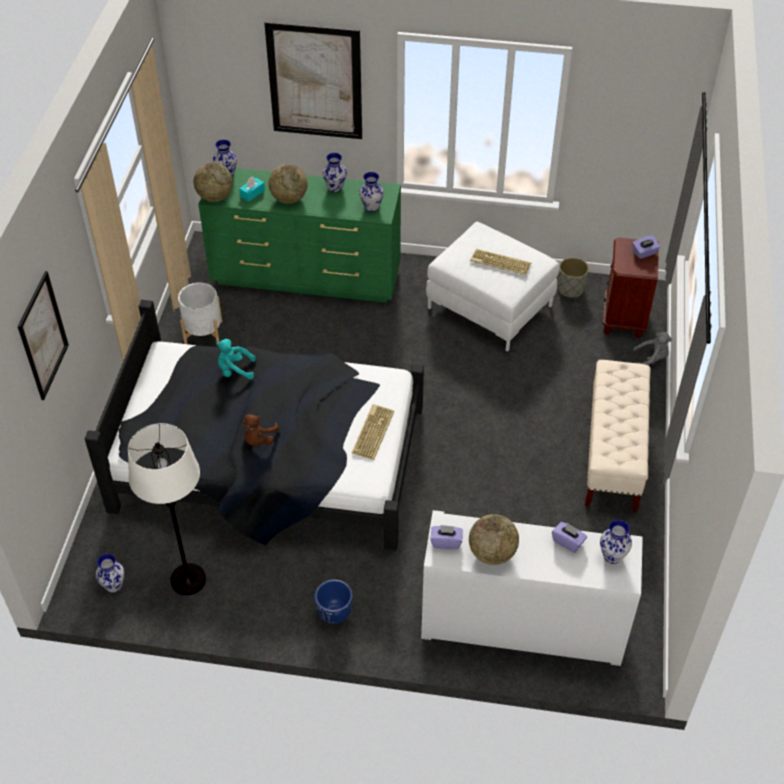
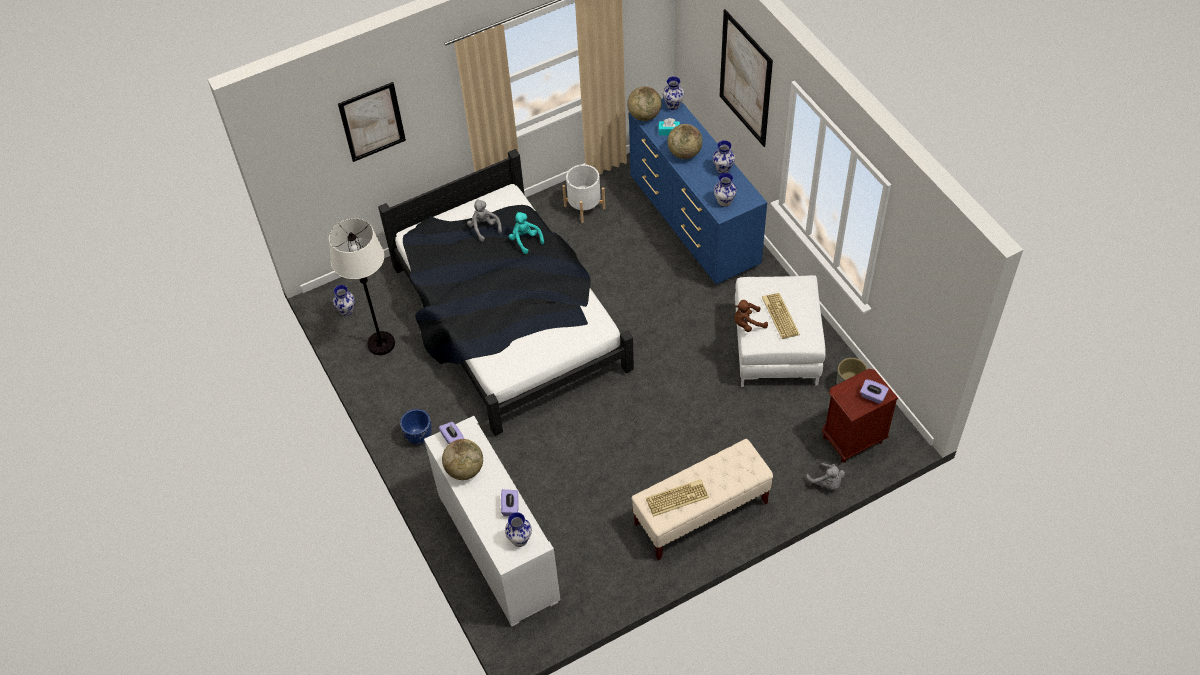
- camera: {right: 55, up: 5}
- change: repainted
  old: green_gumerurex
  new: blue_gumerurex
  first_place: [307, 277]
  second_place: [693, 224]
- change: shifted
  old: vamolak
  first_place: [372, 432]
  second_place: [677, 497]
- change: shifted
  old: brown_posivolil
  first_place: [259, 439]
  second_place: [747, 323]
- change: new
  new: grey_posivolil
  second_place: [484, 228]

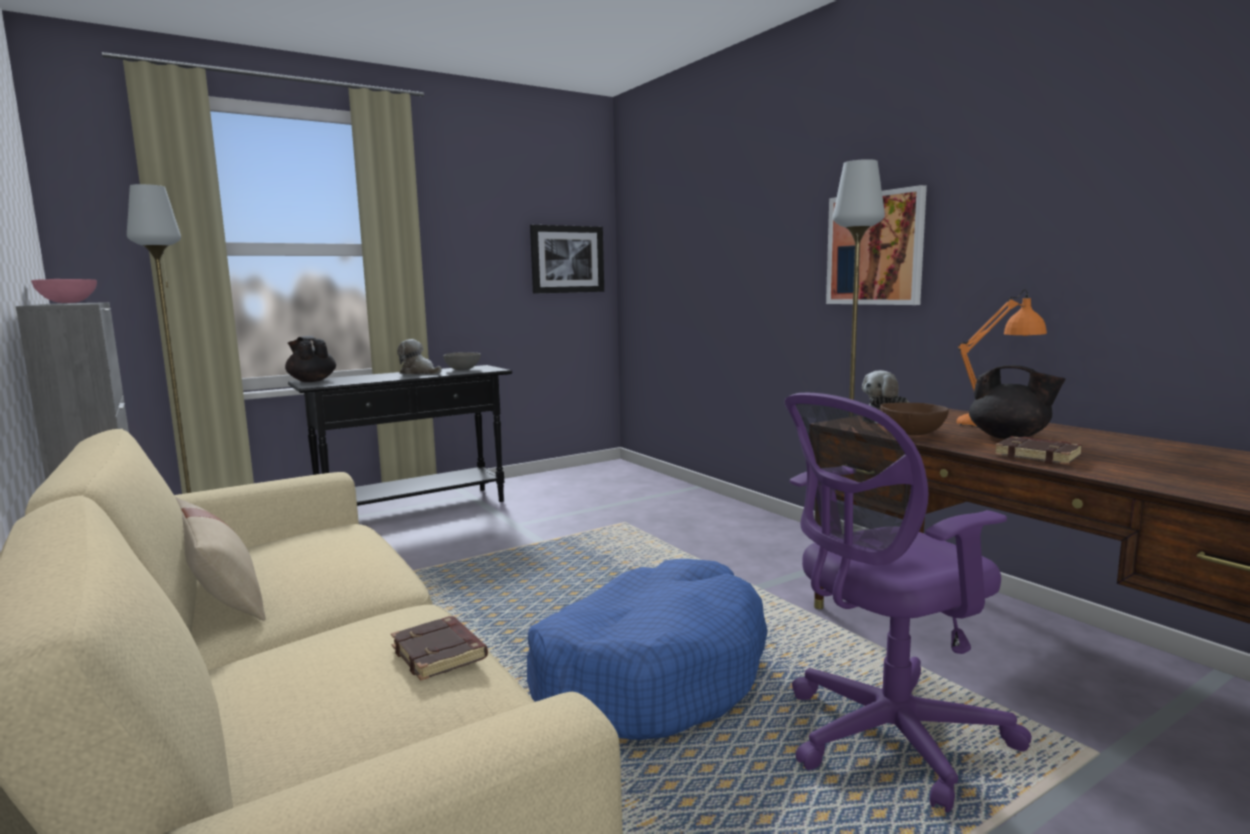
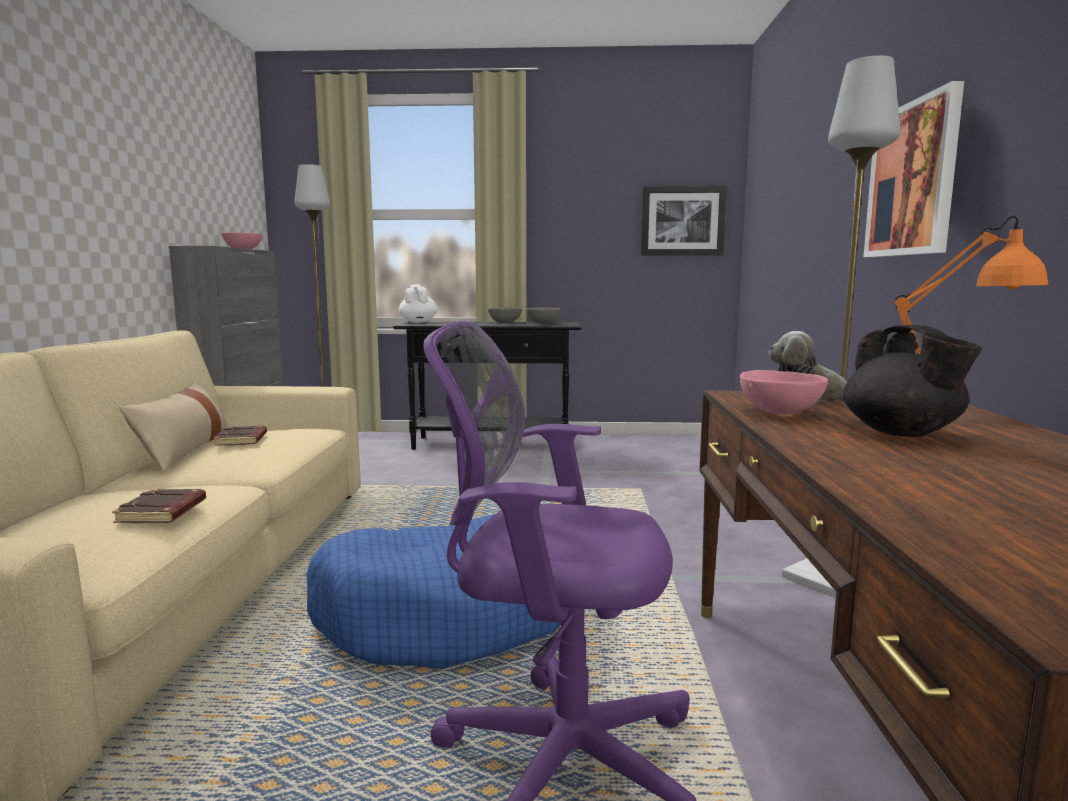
- camera: {right: 35, up: 0}
- change: repainted
  old: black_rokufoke
  new: white_rokufoke
  first_place: [312, 381]
  second_place: [418, 322]
- change: swapped
  old: posivolil
  new: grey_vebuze
  first_place: [419, 373]
  second_place: [504, 323]
- change: repainted
  old: brown_vebuze
  new: pink_vebuze
  first_place: [913, 434]
  second_place: [780, 412]
- change: shifted
  old: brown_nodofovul
  first_place: [1039, 456]
  second_place: [242, 440]

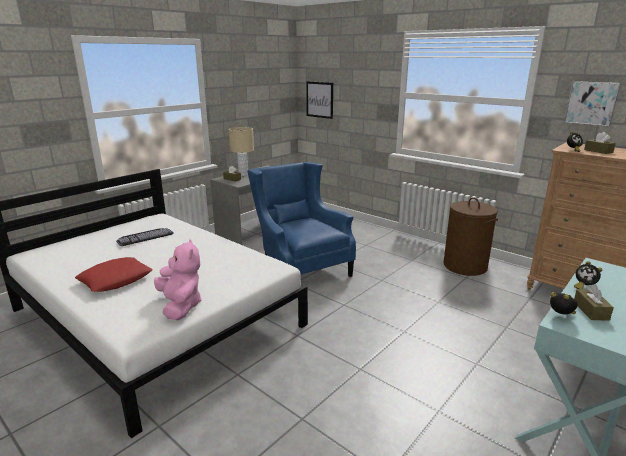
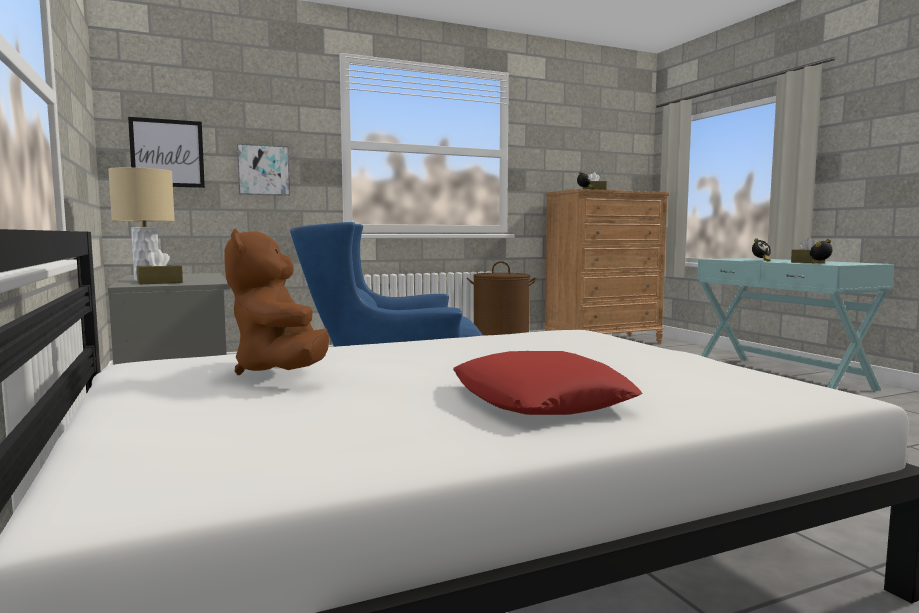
- camera: {right: -65, up: -15}
- change: shifted
  old: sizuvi
  first_place: [591, 103]
  second_place: [263, 170]
- change: swapped
  old: vamolak
  new: brown_posivolil
  first_place: [145, 236]
  second_place: [282, 372]
- change: gone
  old: pink_posivolil
  first_place: [180, 306]

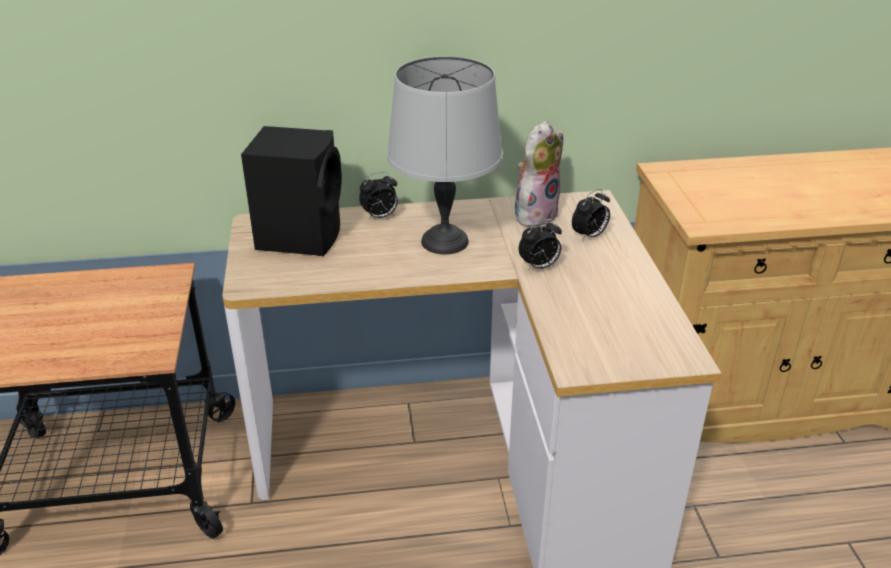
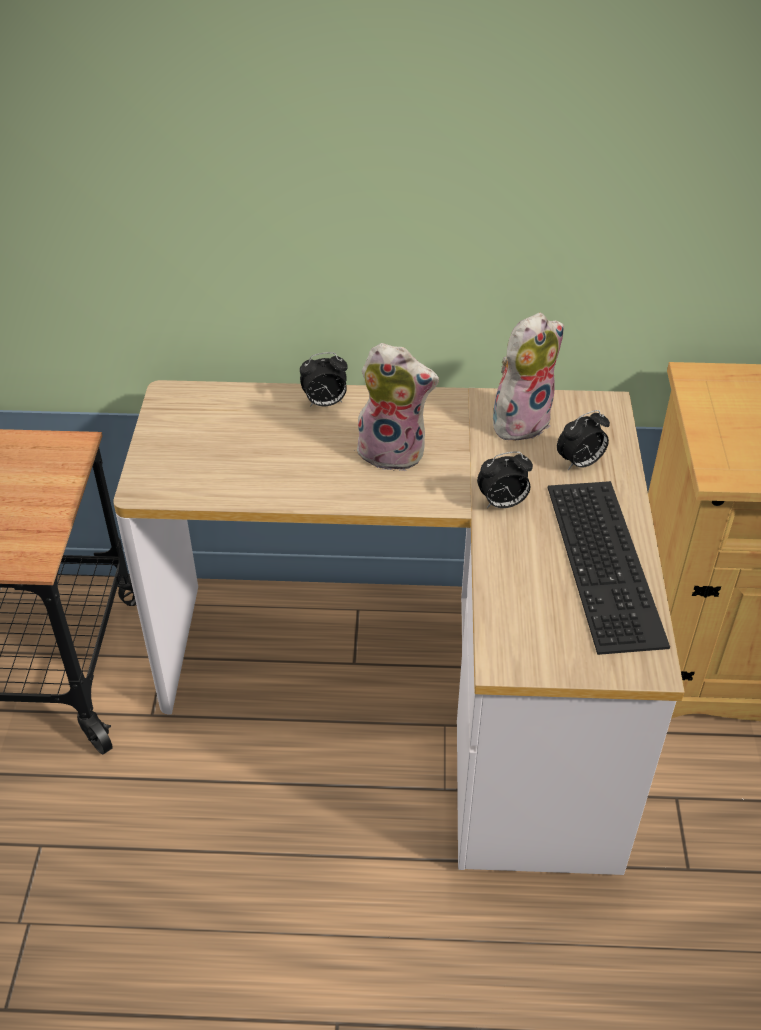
- camera: {right: 10, up: 10}
- change: swapped
  old: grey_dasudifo
  new: posivolil
  first_place: [444, 242]
  second_place: [394, 451]
- change: gone
  old: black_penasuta
  first_place: [301, 235]
- change: new
  new: vamolak
  second_place: [609, 564]

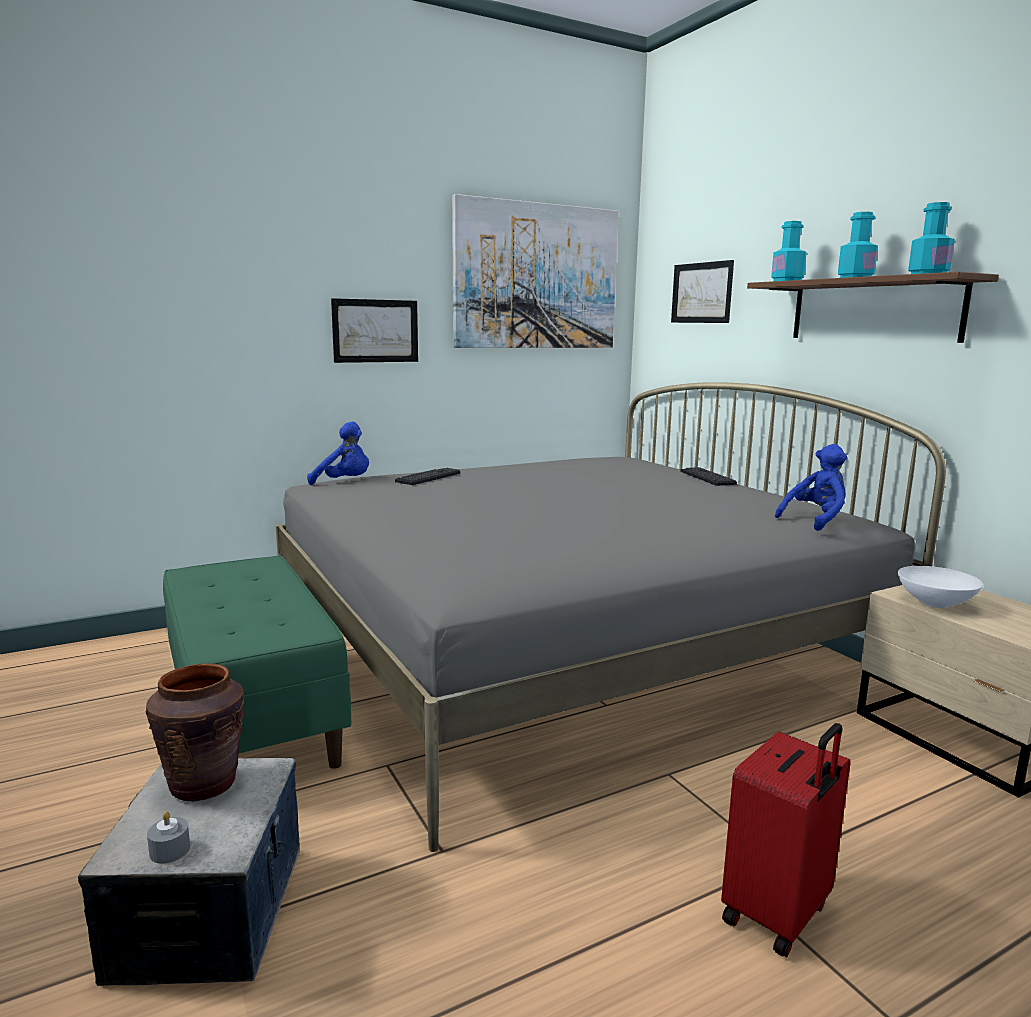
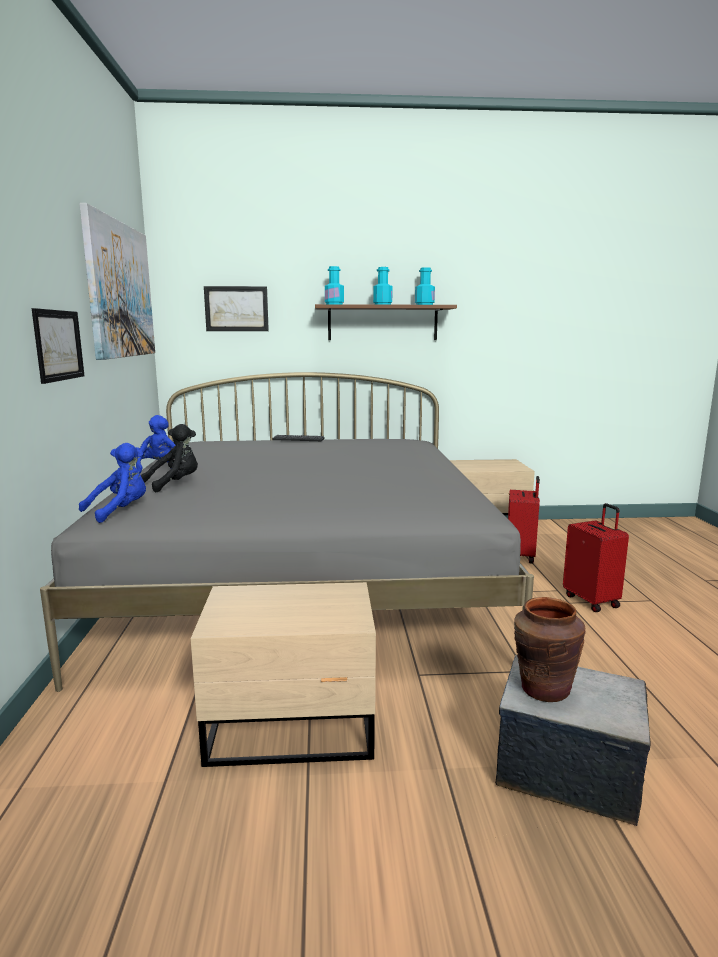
- camera: {right: -65, up: 0}
- change: shifted
  old: blue_posivolil
  first_place: [815, 520]
  second_place: [159, 469]
- change: swapped
  old: vamolak
  new: black_posivolil
  first_place: [428, 477]
  second_place: [175, 484]
- change: swapped
  old: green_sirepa
  new: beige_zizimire
  first_place: [254, 716]
  second_place: [293, 729]
- change: gone
  old: white_vebuze
  first_place: [934, 604]
- change: gone
  old: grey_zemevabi
  first_place: [170, 850]
- change: new
  new: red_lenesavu
  second_place: [521, 556]

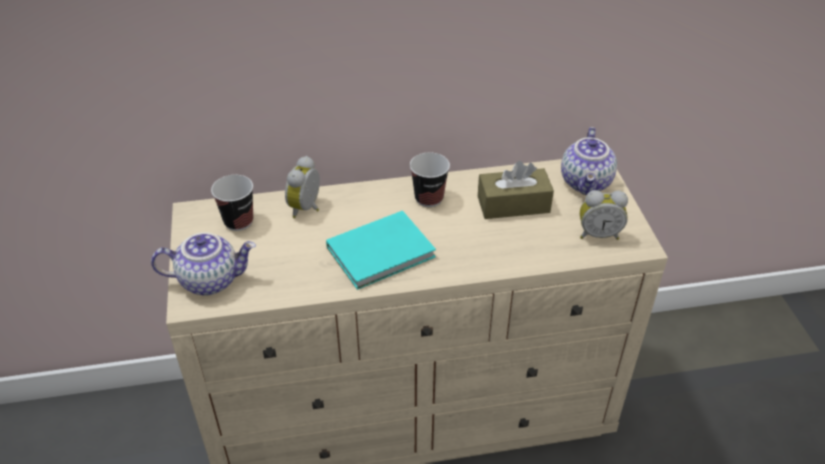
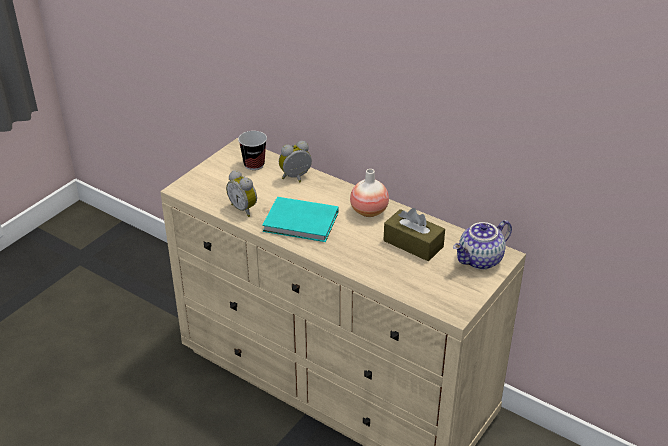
- camera: {right: 45, up: -5}
- change: swapped
  old: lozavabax
  new: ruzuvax
  first_place: [429, 198]
  second_place: [369, 211]
- change: shifted
  old: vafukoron
  first_place: [598, 234]
  second_place: [244, 208]
- change: gone
  old: rokufoke
  first_place: [210, 279]

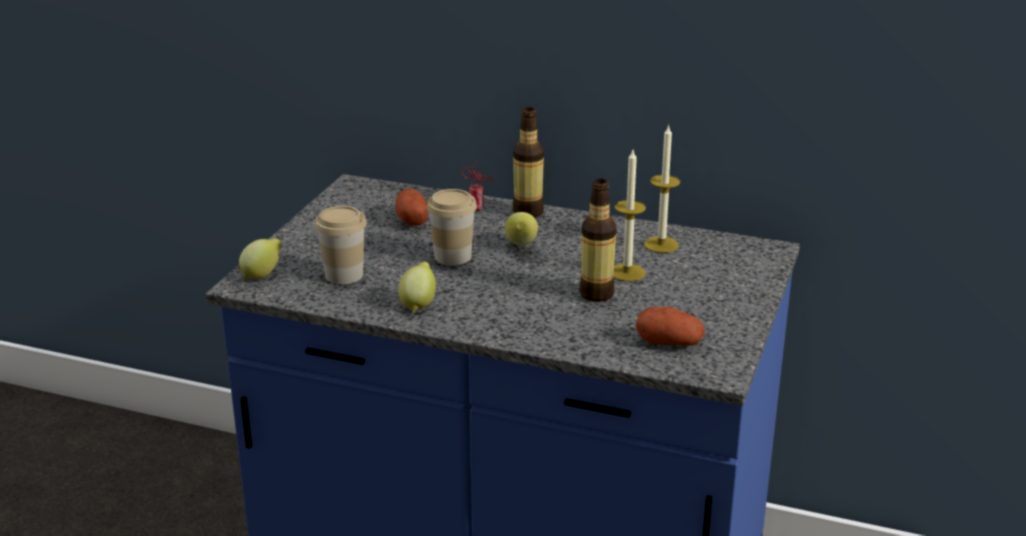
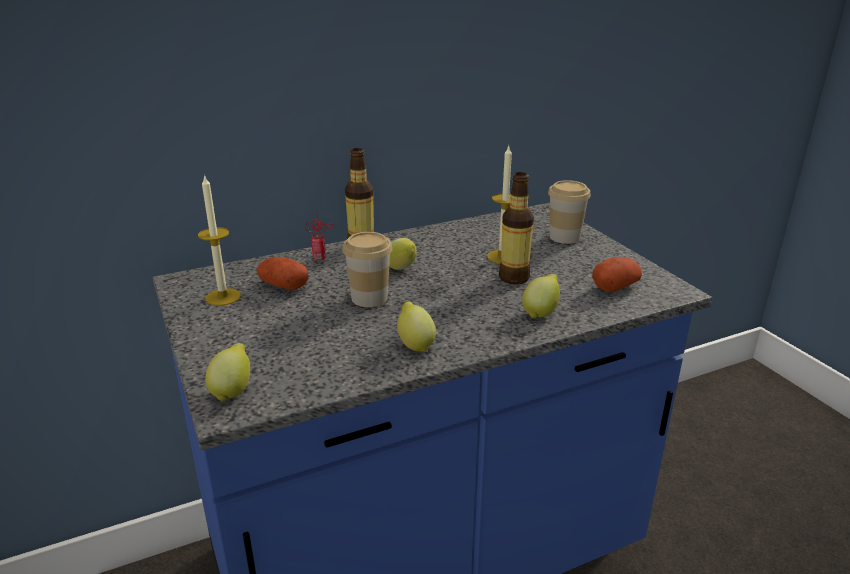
- camera: {right: -45, up: 0}
- change: shifted
  old: zemevabi
  first_place: [661, 245]
  second_place: [223, 297]
- change: shifted
  old: lozavabax
  first_place: [344, 275]
  second_place: [564, 237]
- change: new
  new: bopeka
  second_place: [541, 312]

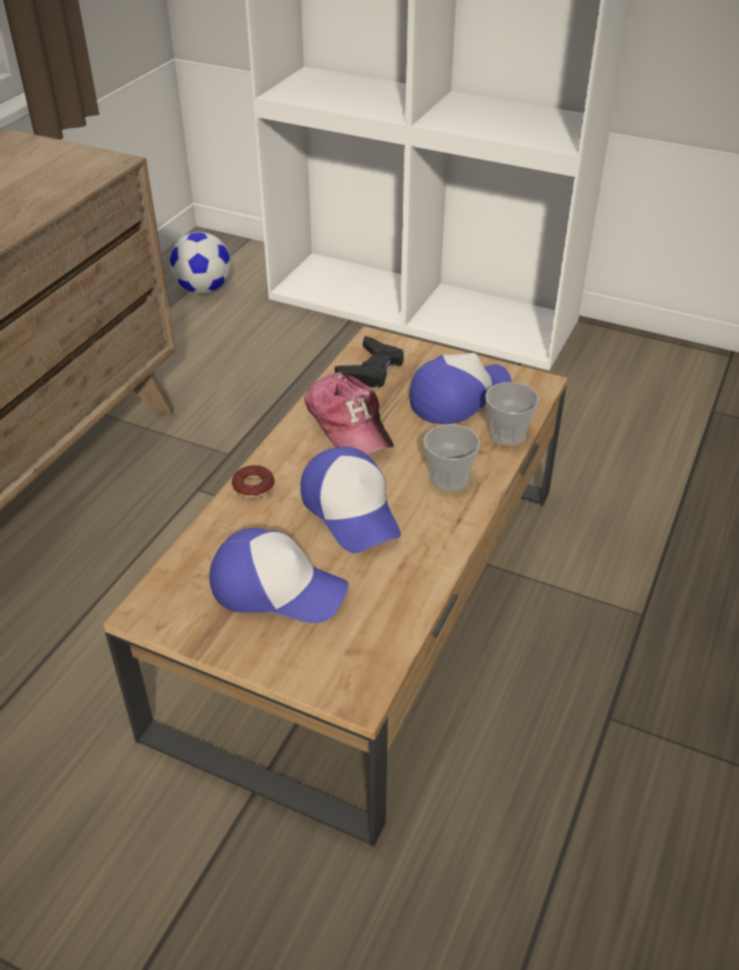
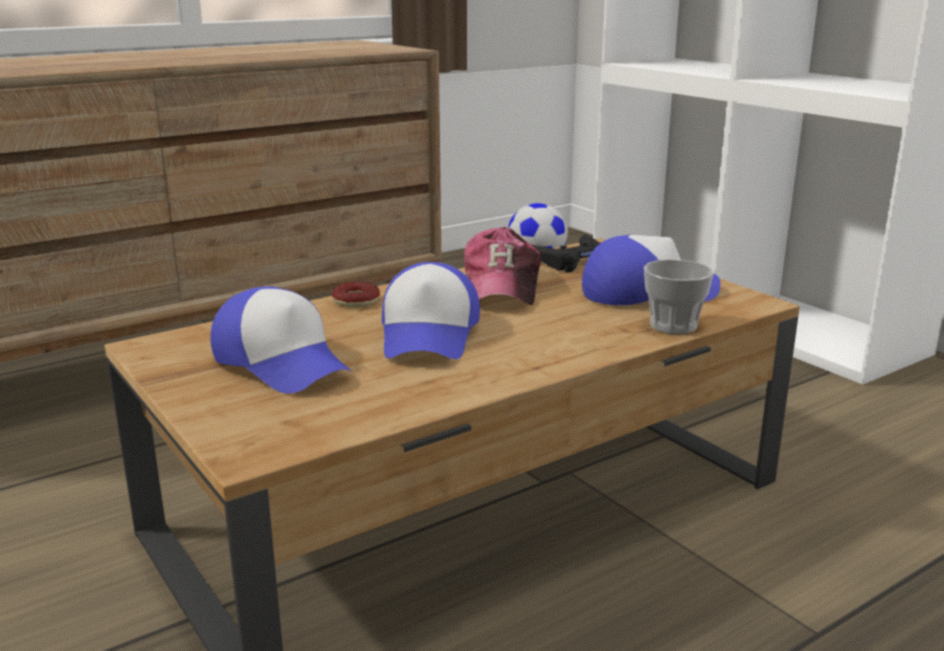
- camera: {right: 30, up: -20}
- change: gone
  old: lozavabax
  first_place: [449, 479]

